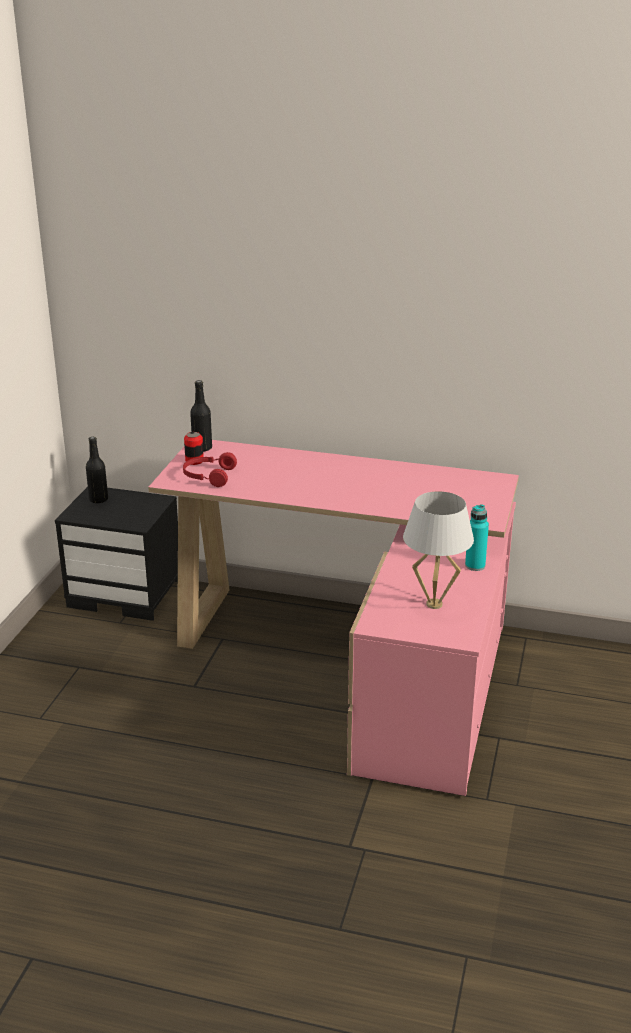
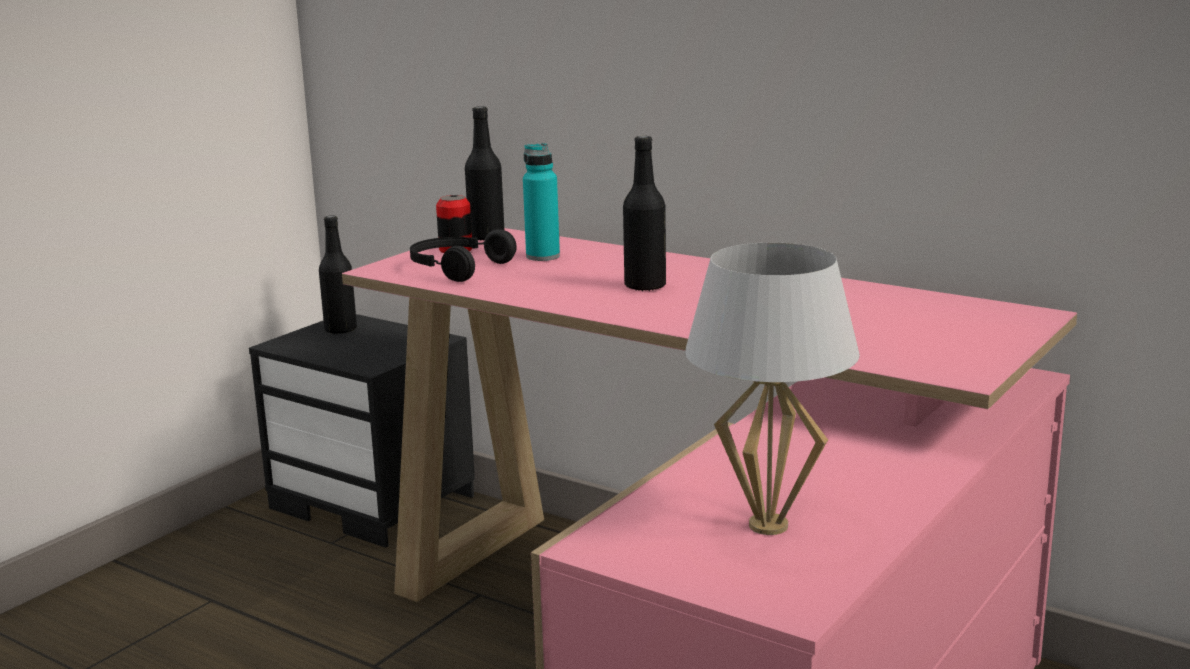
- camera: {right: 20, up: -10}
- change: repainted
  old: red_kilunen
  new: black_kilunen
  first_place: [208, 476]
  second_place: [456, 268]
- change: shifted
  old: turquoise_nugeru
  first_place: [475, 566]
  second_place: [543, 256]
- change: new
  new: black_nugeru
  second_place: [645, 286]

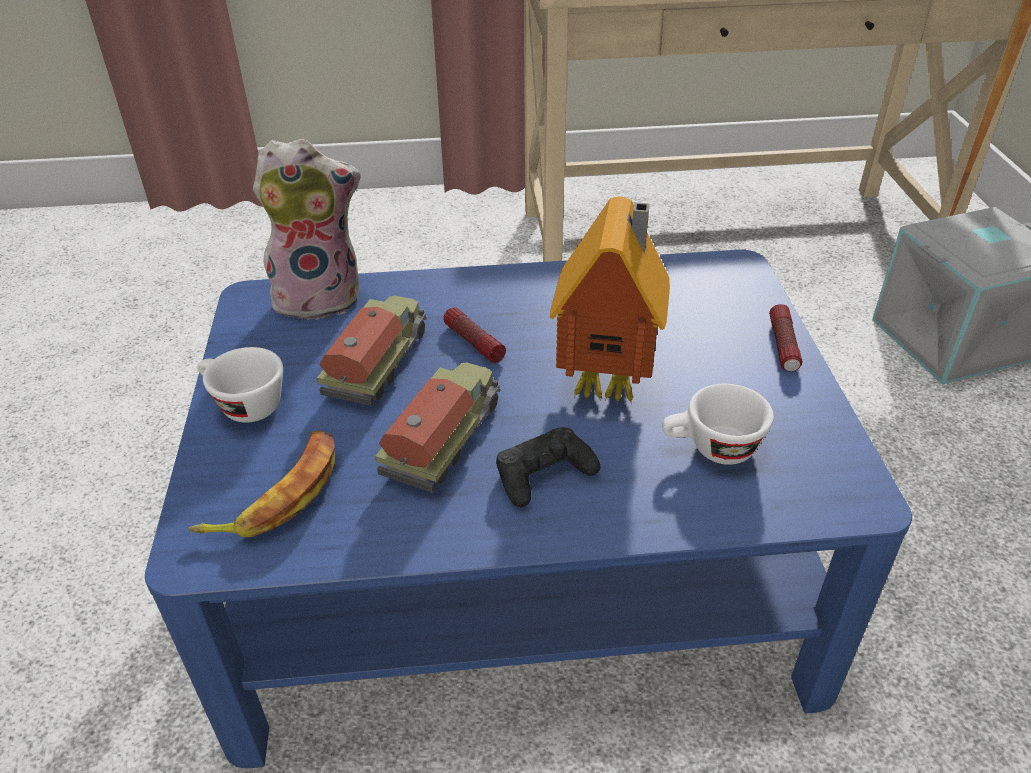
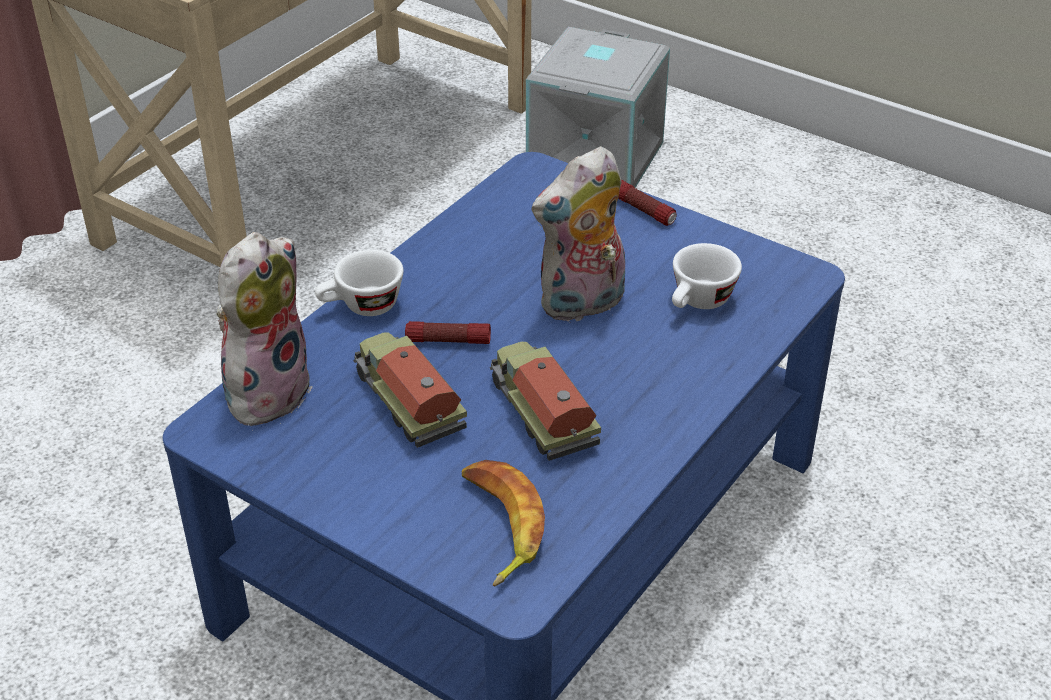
- camera: {right: -50, up: 0}
- change: swapped
  old: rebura
  new: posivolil
  first_place: [610, 384]
  second_place: [582, 305]
- change: shifted
  old: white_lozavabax
  first_place: [243, 405]
  second_place: [361, 307]
- change: gone
  old: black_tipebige
  first_place: [544, 474]

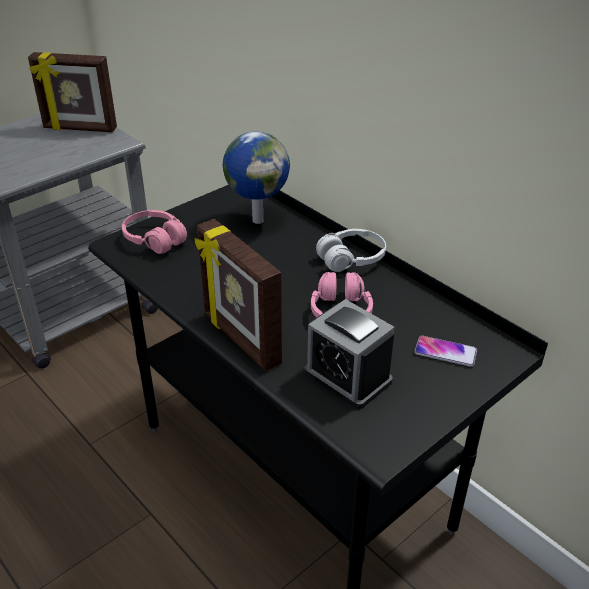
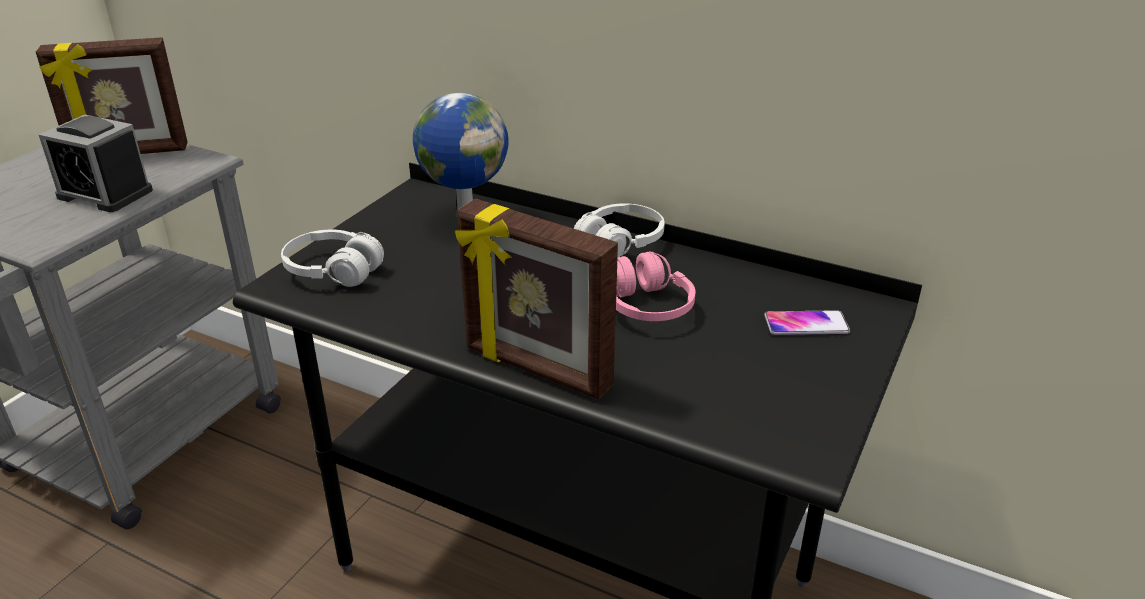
- camera: {right: -20, up: -5}
- change: repainted
  old: pink_kilunen
  new: white_kilunen
  first_place: [155, 240]
  second_place: [333, 271]
- change: shifted
  old: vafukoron
  first_place: [347, 377]
  second_place: [105, 194]

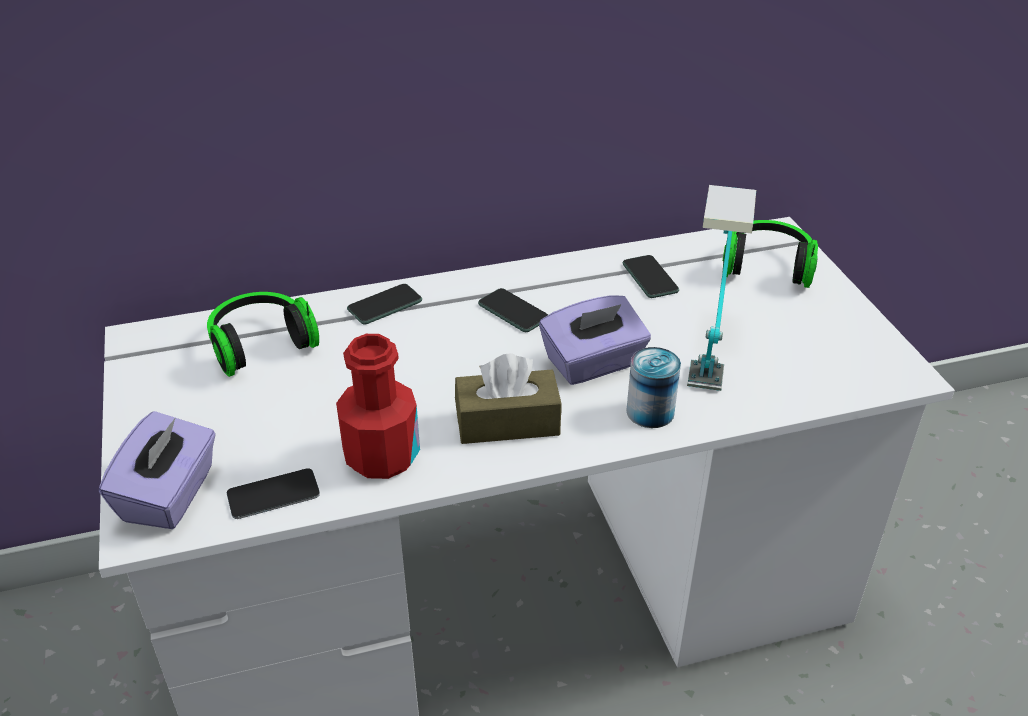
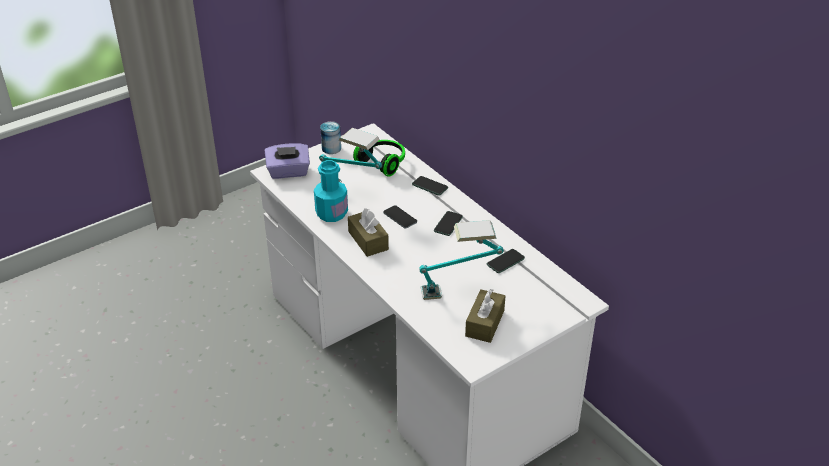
- camera: {right: 70, up: 0}
- change: gone
  old: kilunen
  first_place: [767, 266]
- change: gone
  old: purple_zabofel
  first_place: [593, 363]
- change: repainted
  old: red_nugeru
  new: turquoise_nugeru
  first_place: [382, 456]
  second_place: [331, 213]
- change: shifted
  old: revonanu
  first_place: [650, 411]
  second_place: [331, 148]
- change: shifted
  old: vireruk
  first_place: [273, 494]
  second_place: [400, 217]
- change: new
  new: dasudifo
  second_place: [352, 191]
- change: new
  new: brown_zabofel
  second_place: [485, 323]

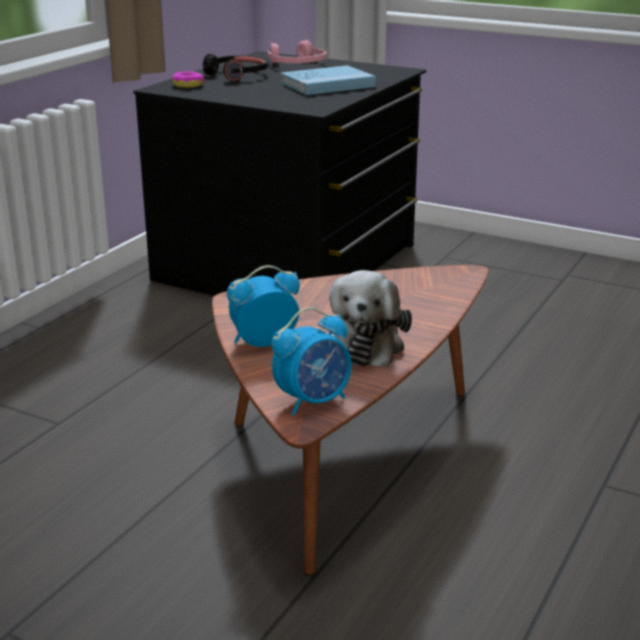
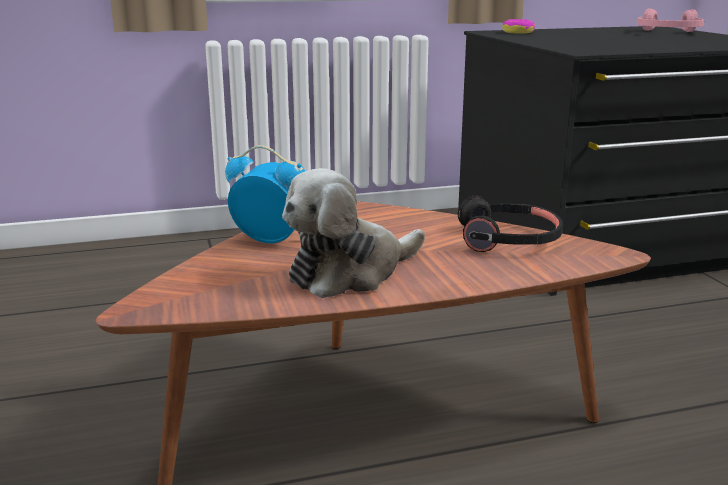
- camera: {right: 45, up: -5}
- change: shifted
  old: black_kilunen
  first_place: [237, 74]
  second_place: [509, 239]
- change: gone
  old: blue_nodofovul
  first_place: [327, 85]
- change: gone
  old: vafukoron
  first_place: [313, 401]

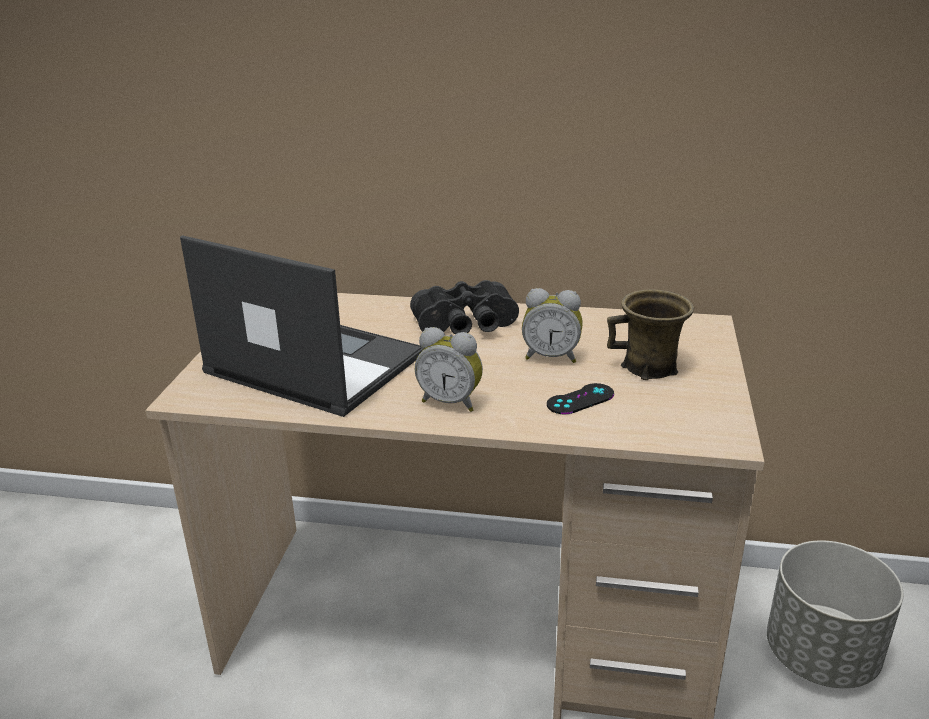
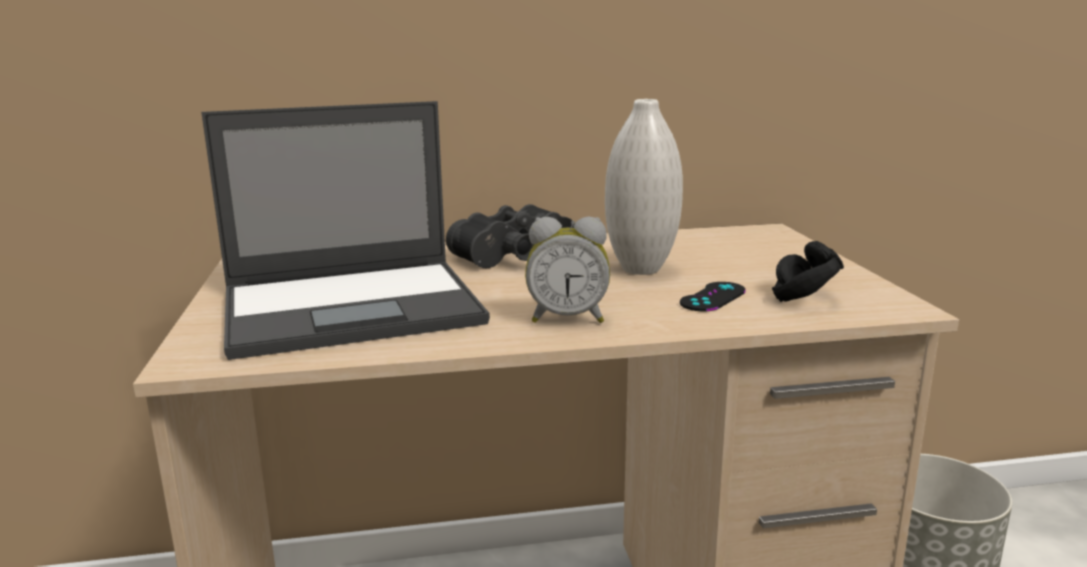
- camera: {right: -20, up: -10}
- change: rotated
  old: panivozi
  first_place: [313, 363]
  second_place: [355, 307]
  degrees: 150
- change: swapped
  old: vafukoron
  new: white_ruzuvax
  first_place: [551, 356]
  second_place: [641, 269]
- change: gone
  old: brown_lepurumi
  first_place: [650, 368]
- change: new
  new: black_kilunen
  second_place: [805, 288]

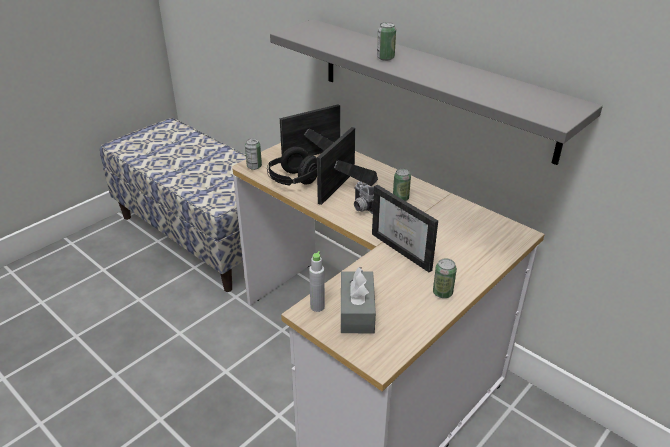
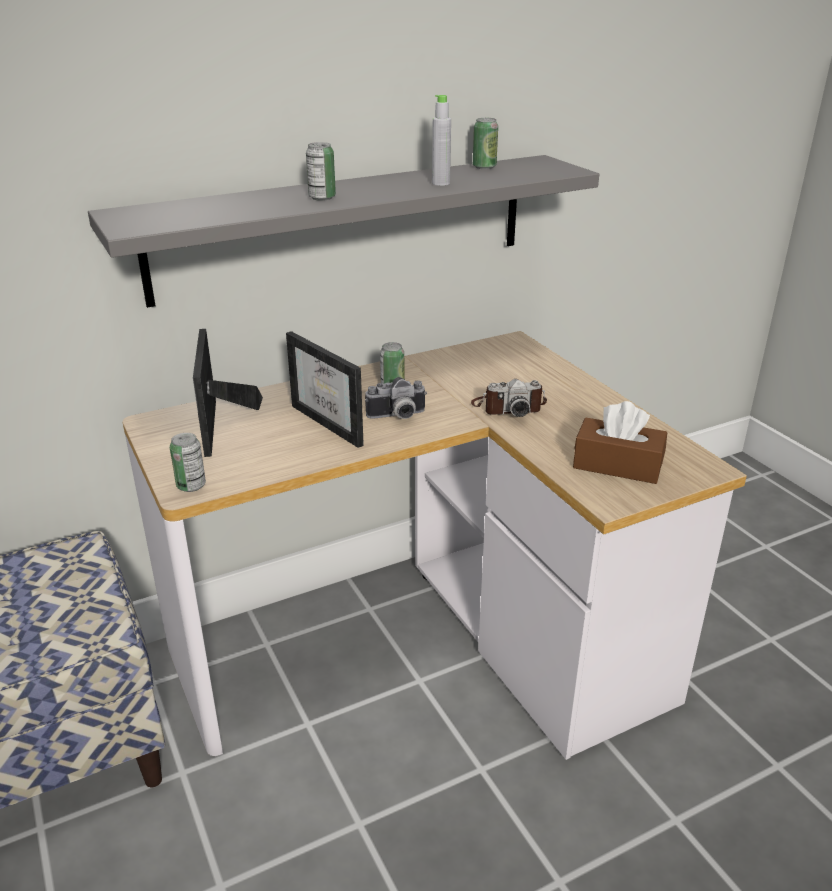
- camera: {right: -70, up: -5}
- change: gone
  old: black_kilunen
  first_place: [293, 181]
- change: swapped
  old: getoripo
  new: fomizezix
  first_place: [407, 249]
  second_place: [508, 407]
- change: shifted
  old: grey_nugeru
  first_place: [317, 306]
  second_place: [441, 183]
- change: shifted
  old: revonanu
  first_place: [442, 293]
  second_place: [484, 167]
- change: repainted
  old: grey_zabofel
  new: brown_zabofel
  first_place: [357, 311]
  second_place: [617, 465]

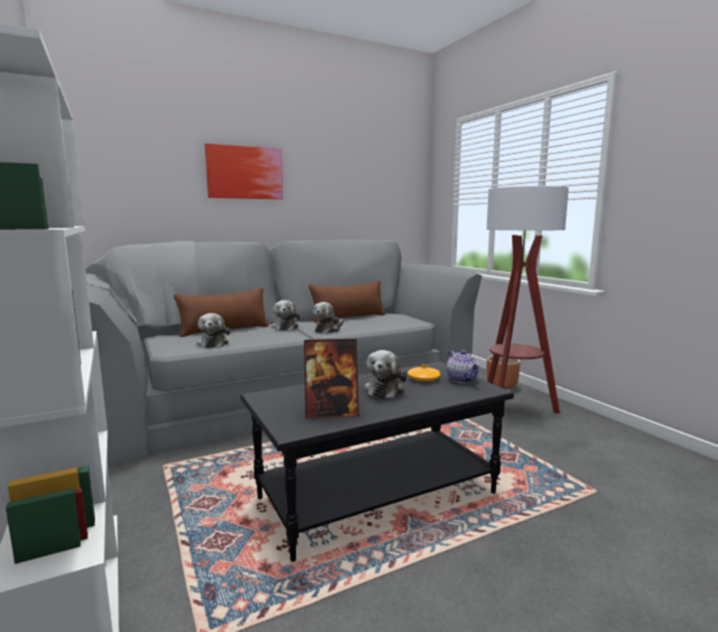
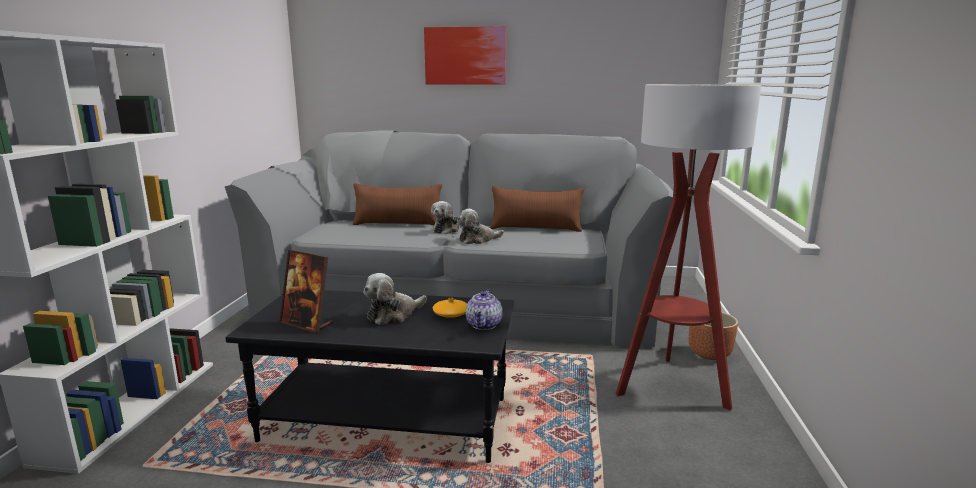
- camera: {right: 35, up: 5}
- change: gone
  old: posivolil
  first_place: [213, 343]

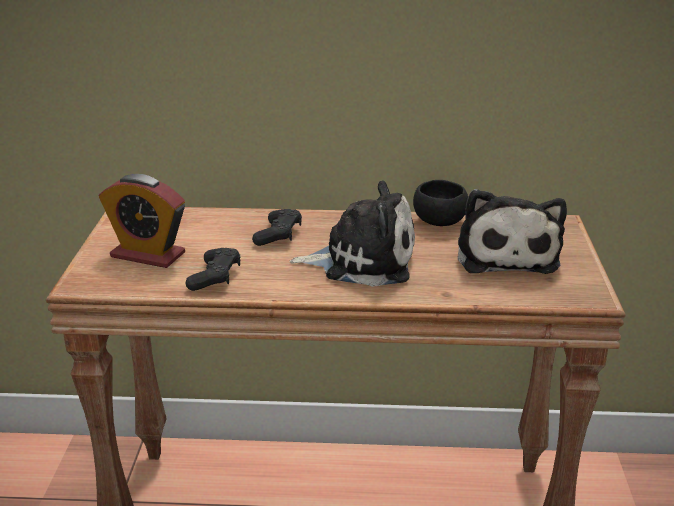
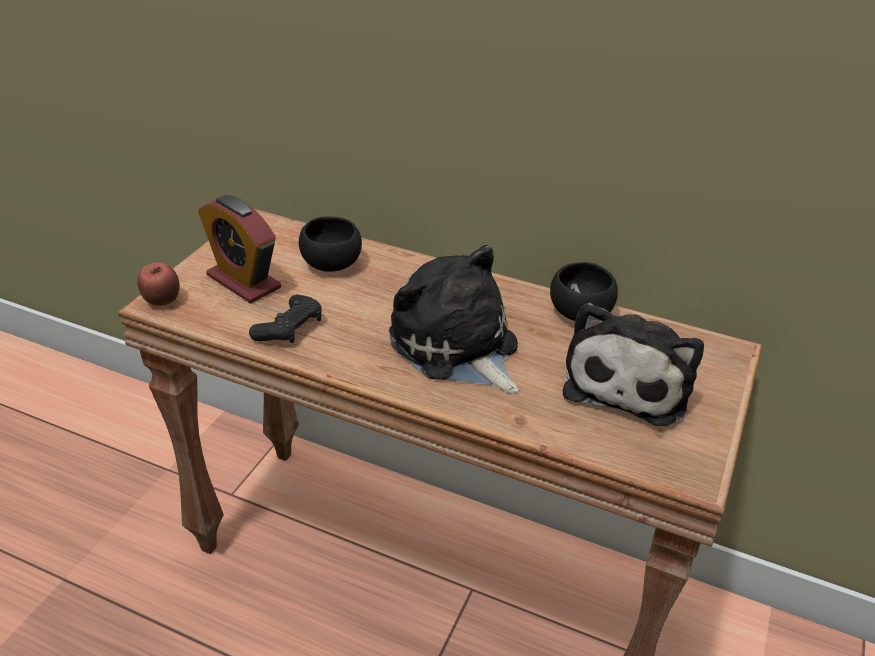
- camera: {right: 20, up: 10}
- change: rotated
  old: posivolil
  first_place: [362, 261]
  second_place: [456, 347]
  degrees: -150
- change: gone
  old: black_tipebige
  first_place: [278, 235]
- change: new
  new: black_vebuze
  second_place: [330, 265]
- change: new
  new: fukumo
  second_place: [162, 301]

